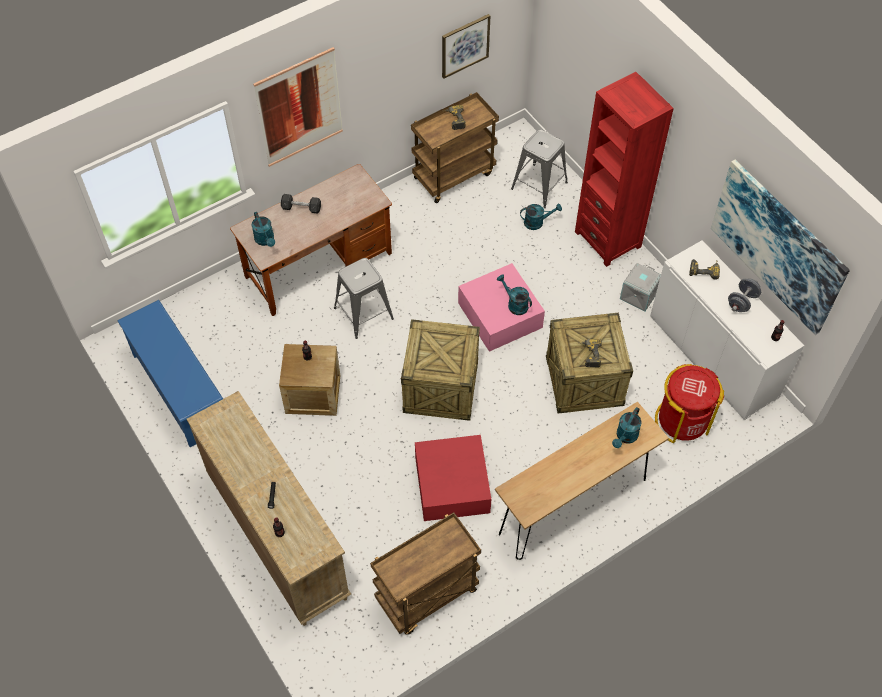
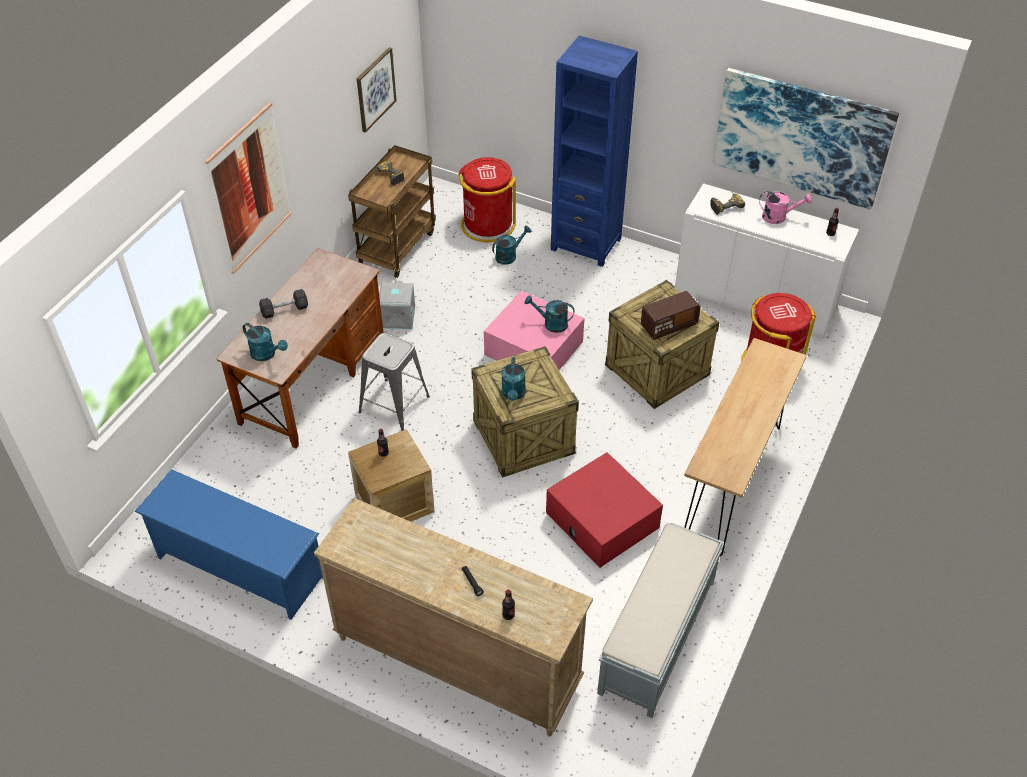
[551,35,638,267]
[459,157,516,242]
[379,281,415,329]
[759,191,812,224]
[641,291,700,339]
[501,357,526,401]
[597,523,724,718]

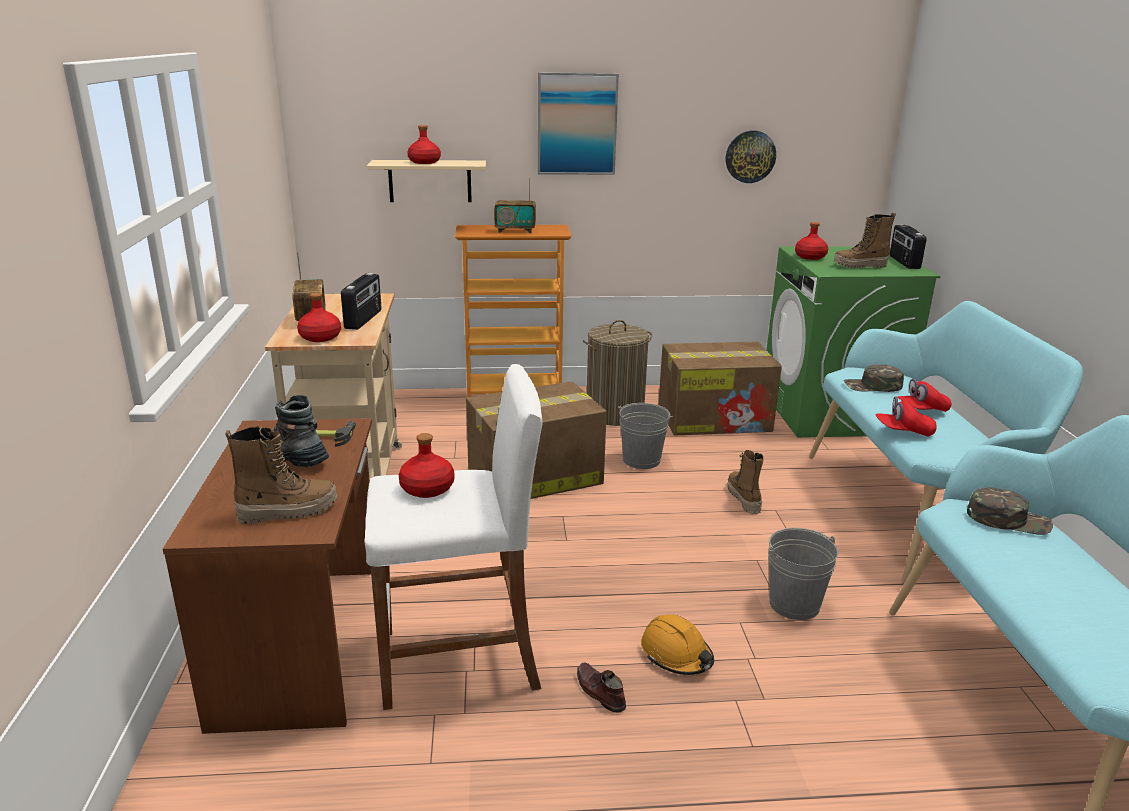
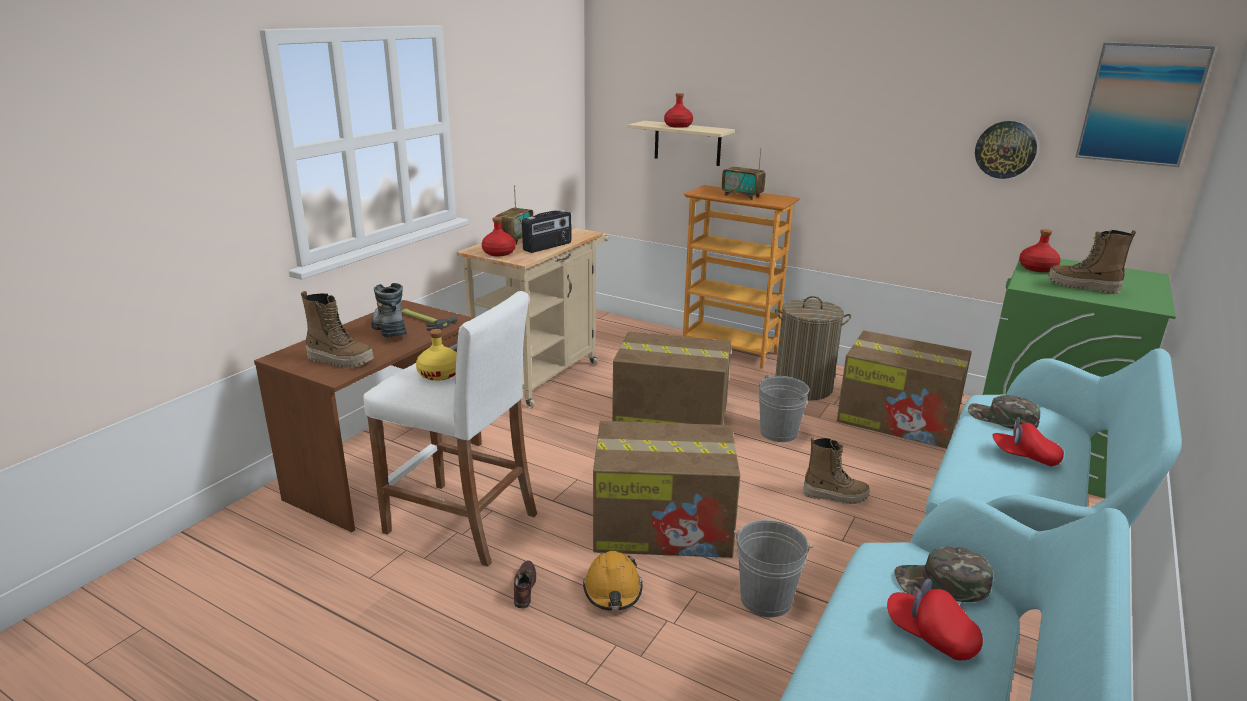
[1075,42,1216,167]
[890,224,927,269] (first image)
[887,579,983,661]
[416,329,457,381]
[803,437,870,504]
[894,546,993,602]
[593,421,740,558]

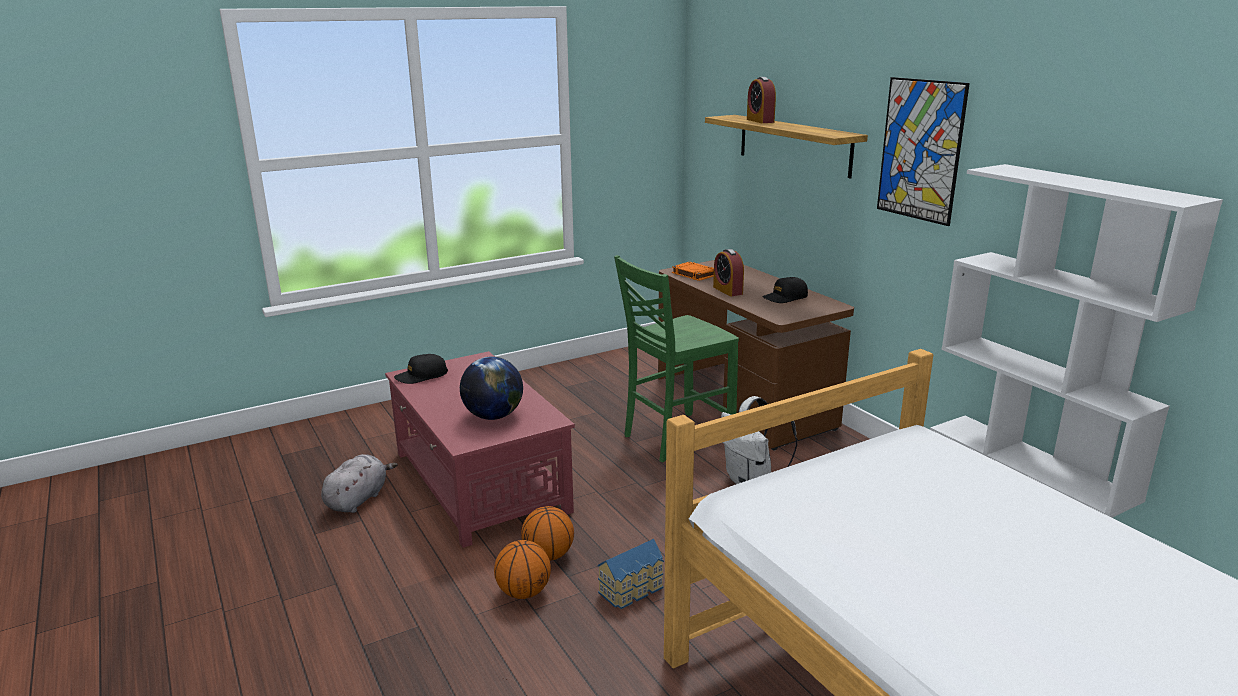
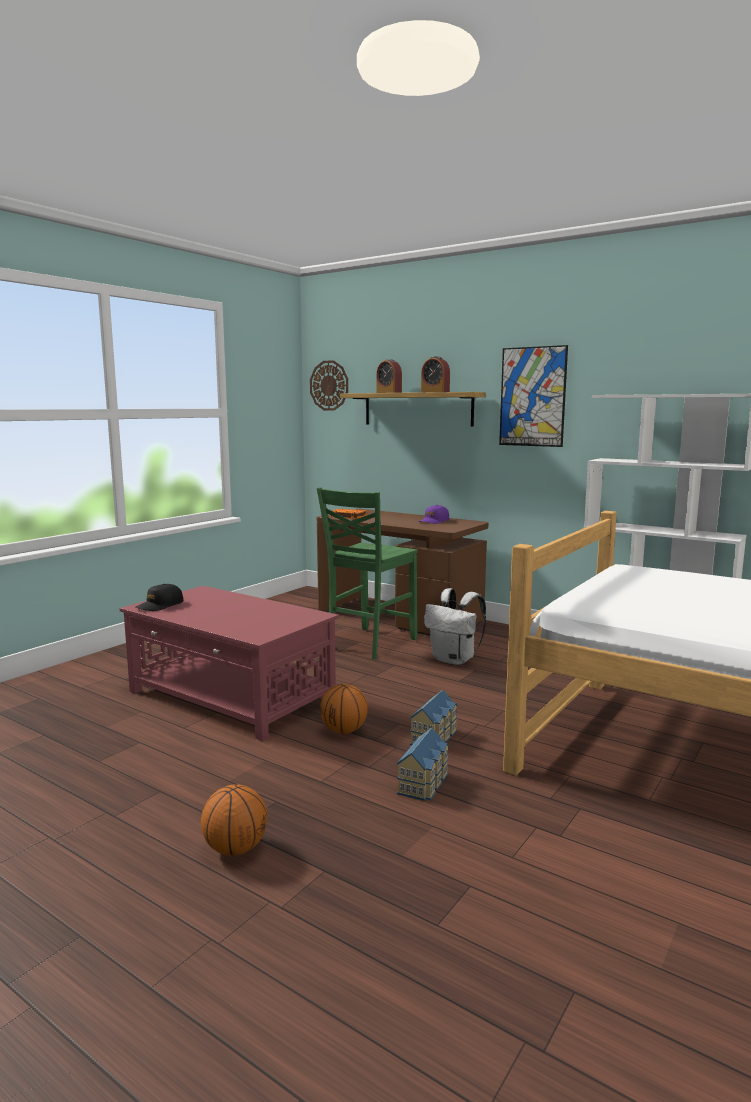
[421,356,450,392]
[419,505,449,524]
[460,357,523,420] (first image)
[321,454,398,513] (first image)
[201,784,267,856]
[310,360,348,411]
[397,728,449,801]

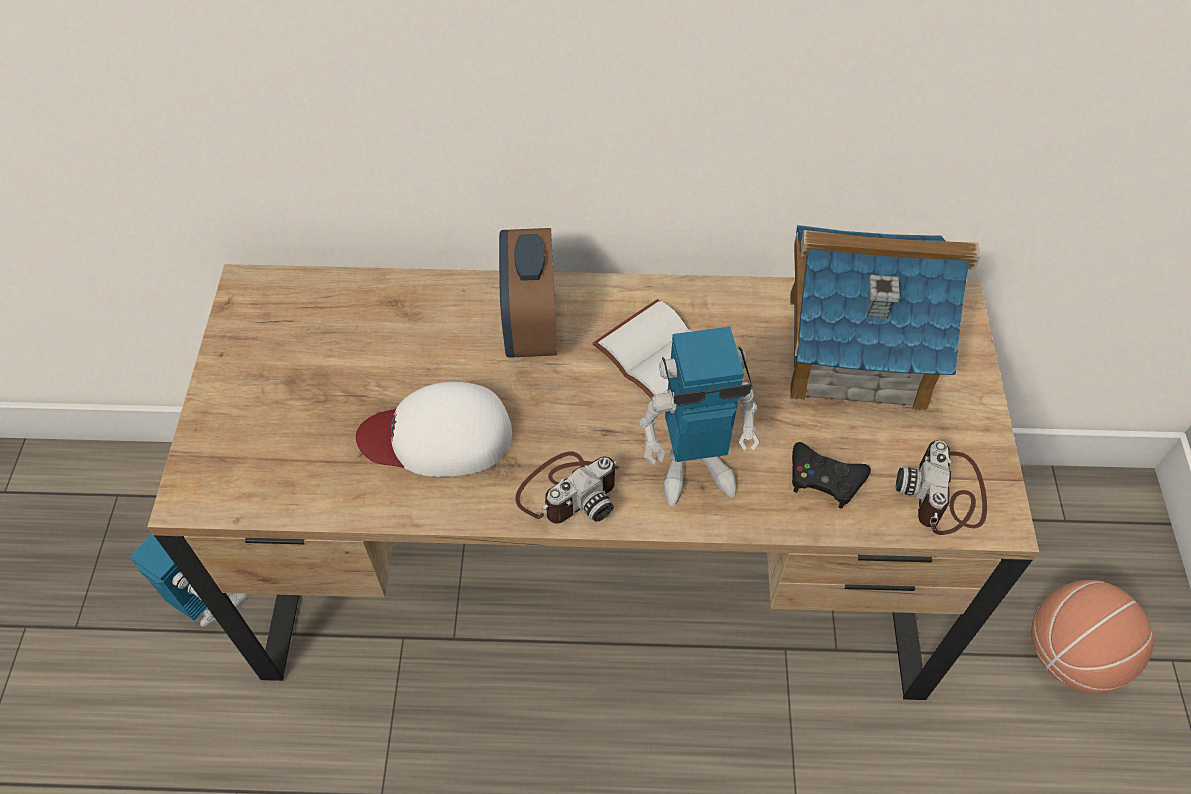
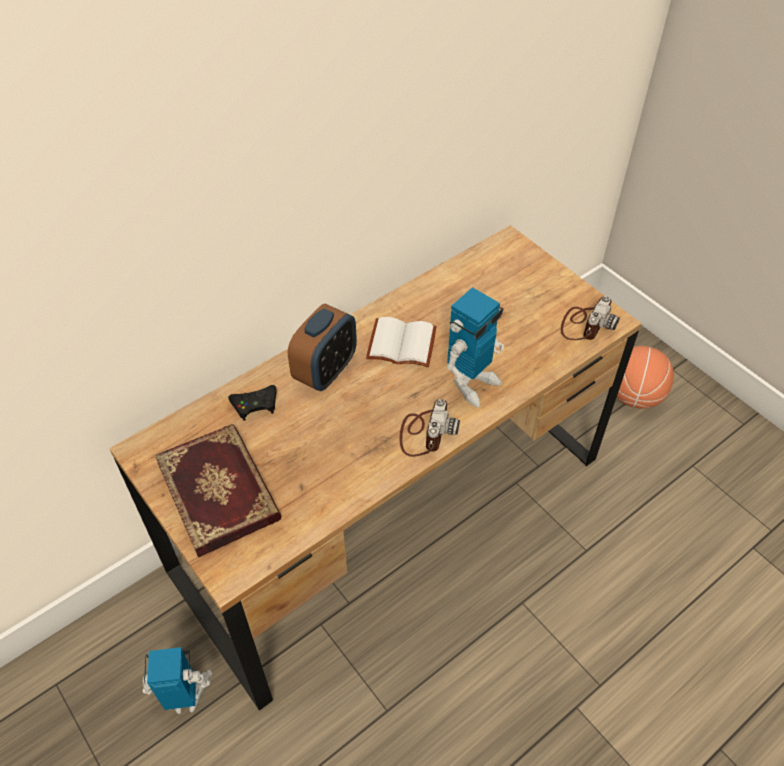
[790,225,980,411] (first image)
[288,304,357,391]
[356,382,512,477] (first image)
[561,296,620,340]
[228,385,277,421]
[155,424,282,558]

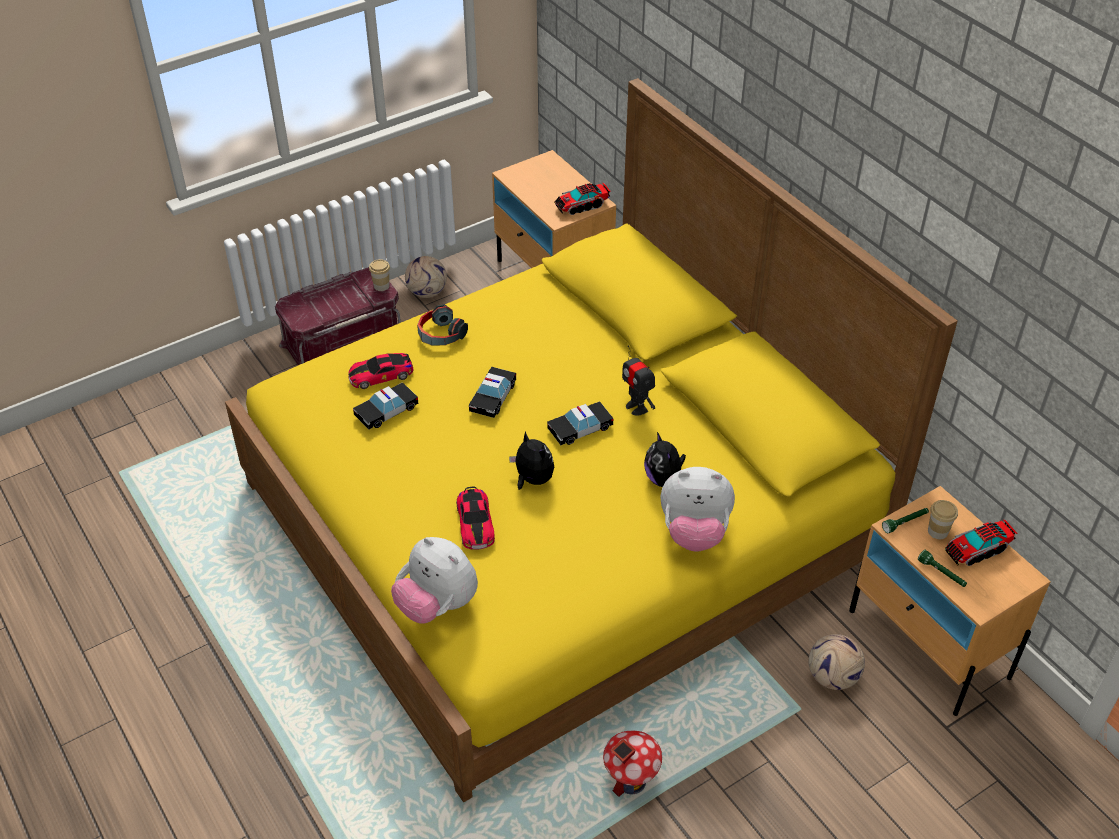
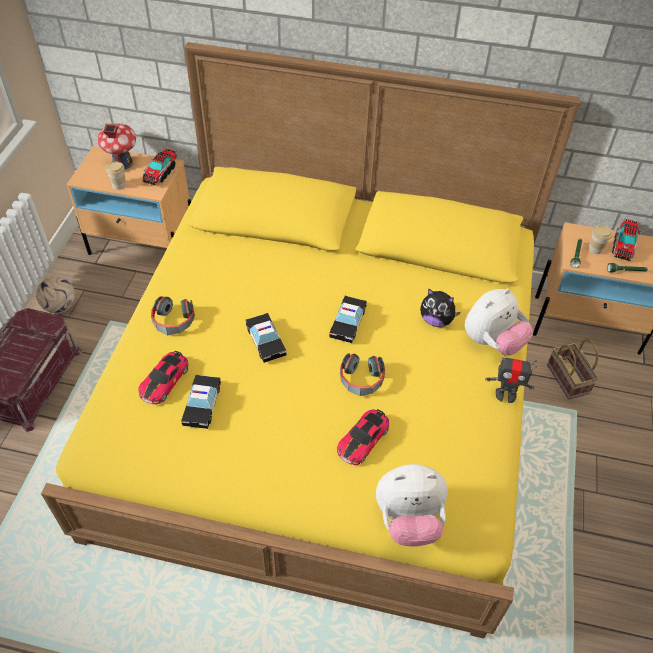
[106,162,126,190]
[485,353,537,403]
[340,354,385,396]
[337,409,389,465]
[547,339,599,399]
[97,123,136,170]

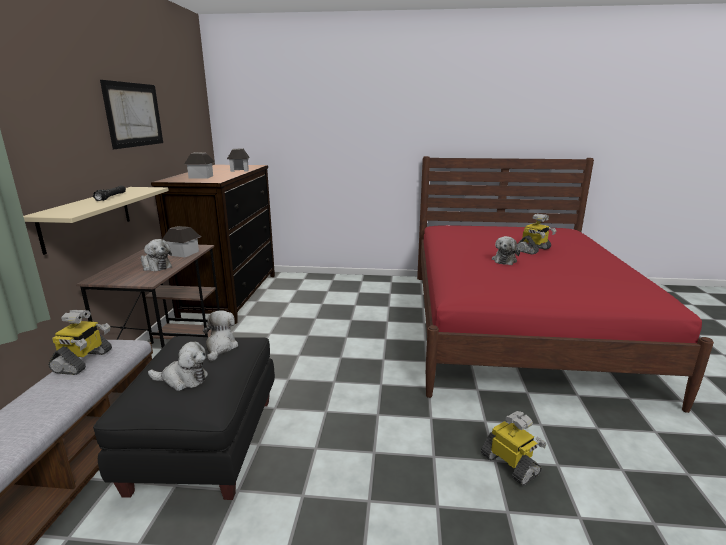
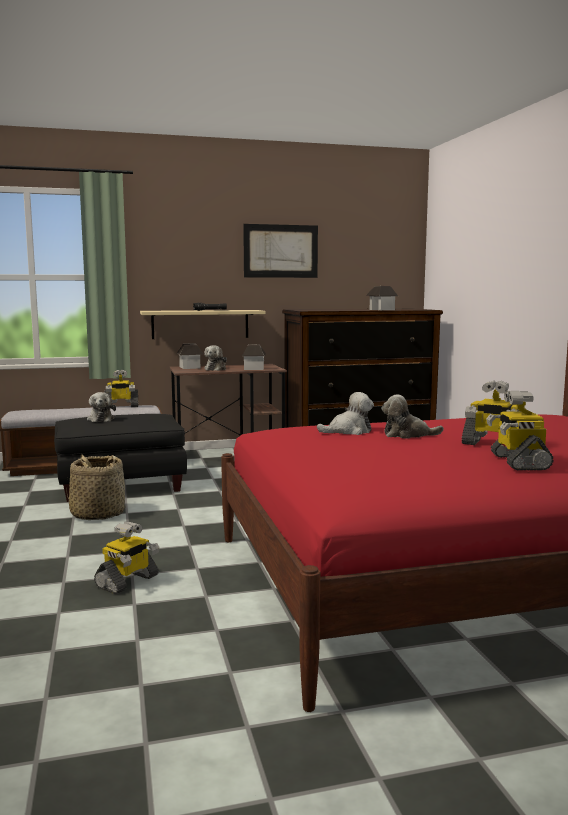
[177,343,204,369]
[317,392,374,435]
[486,391,553,470]
[66,454,126,520]

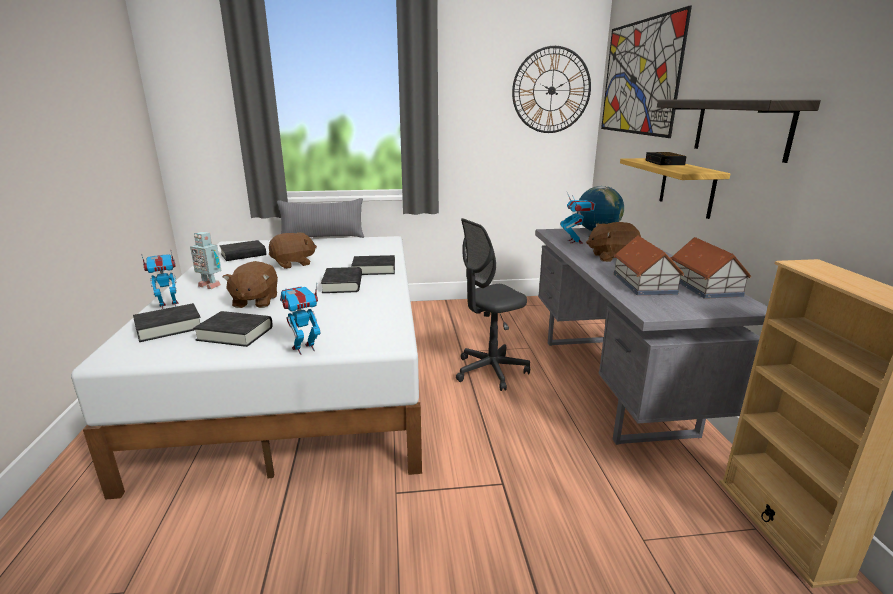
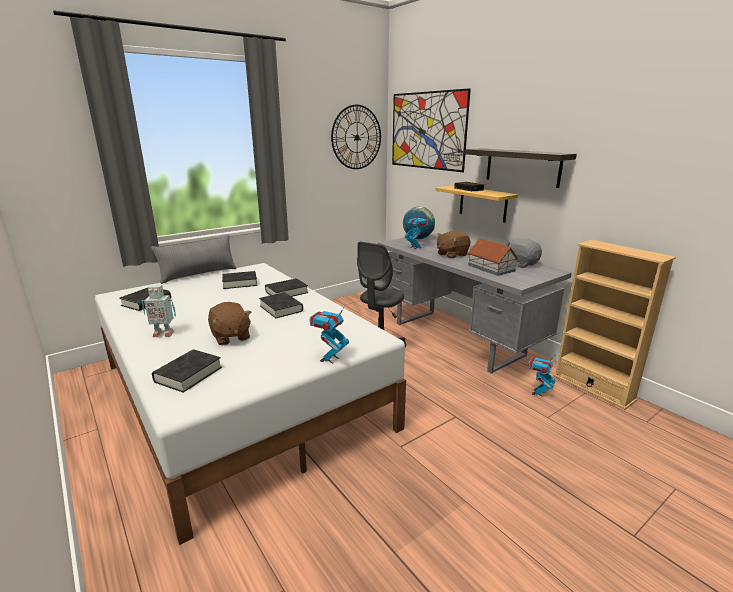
[269,233,317,269] (first image)
[506,238,542,268]
[528,357,555,397]
[222,271,257,289]

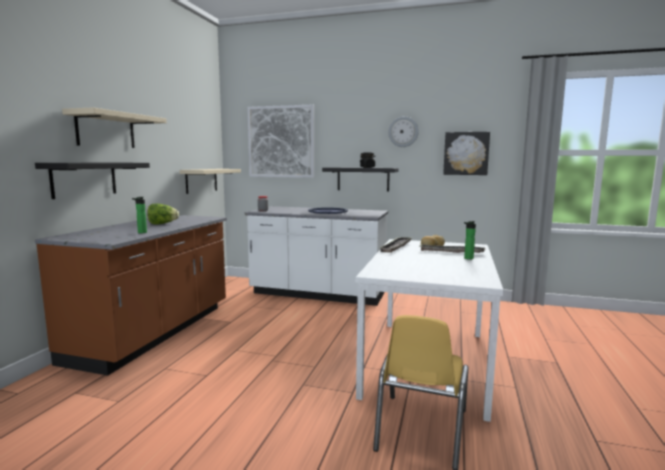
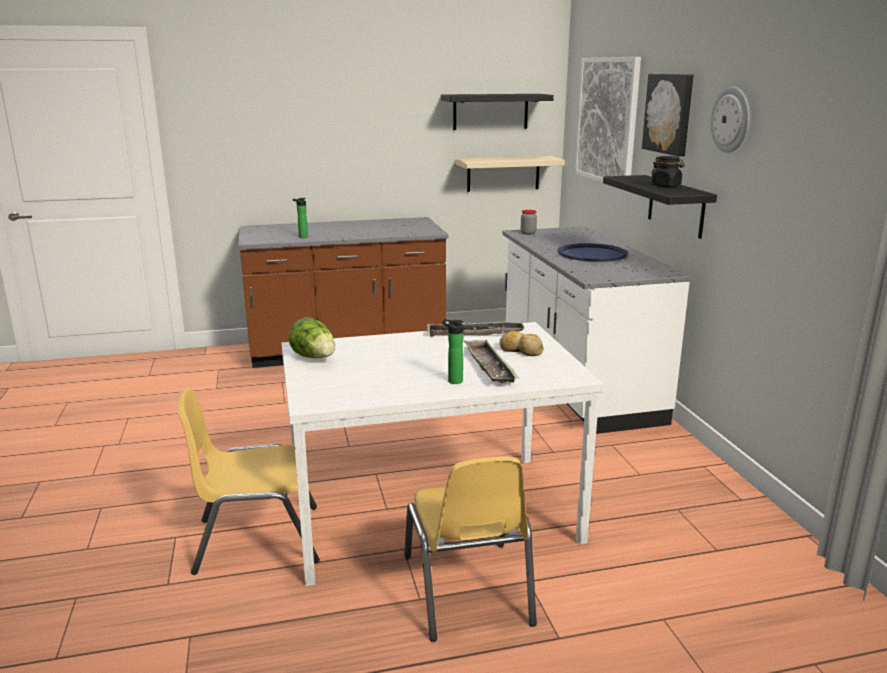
[62,107,167,148] (first image)
[642,74,694,156]
[441,94,554,130]
[288,317,335,358]
[404,456,537,642]

